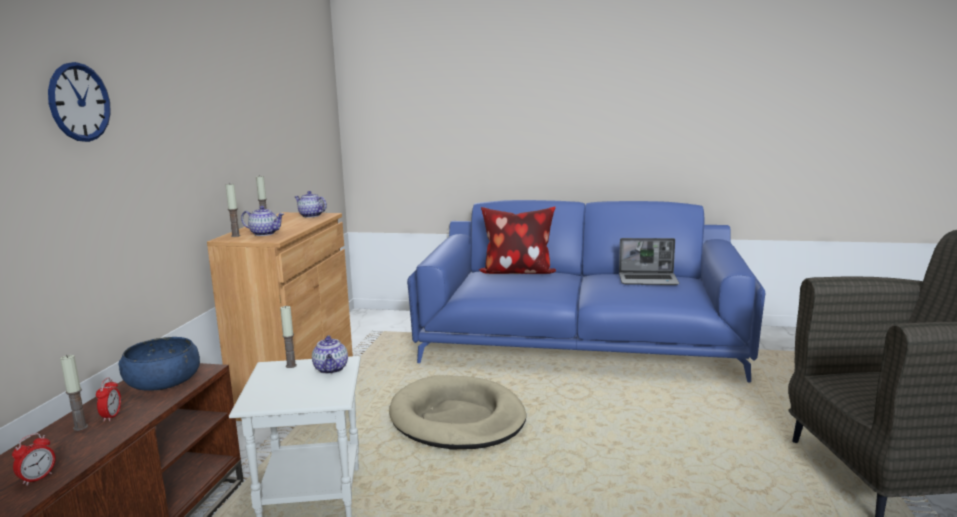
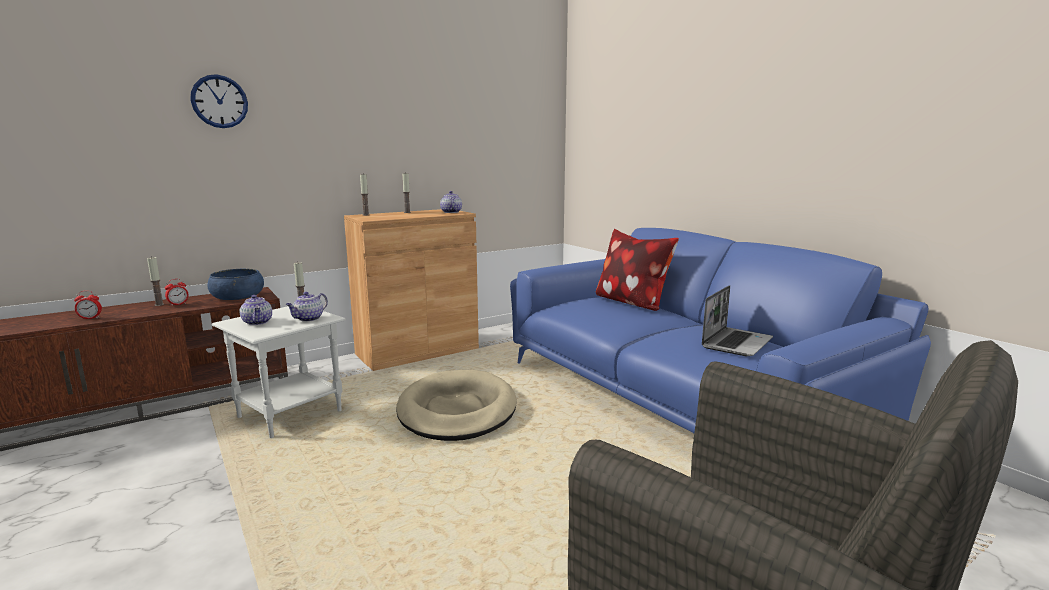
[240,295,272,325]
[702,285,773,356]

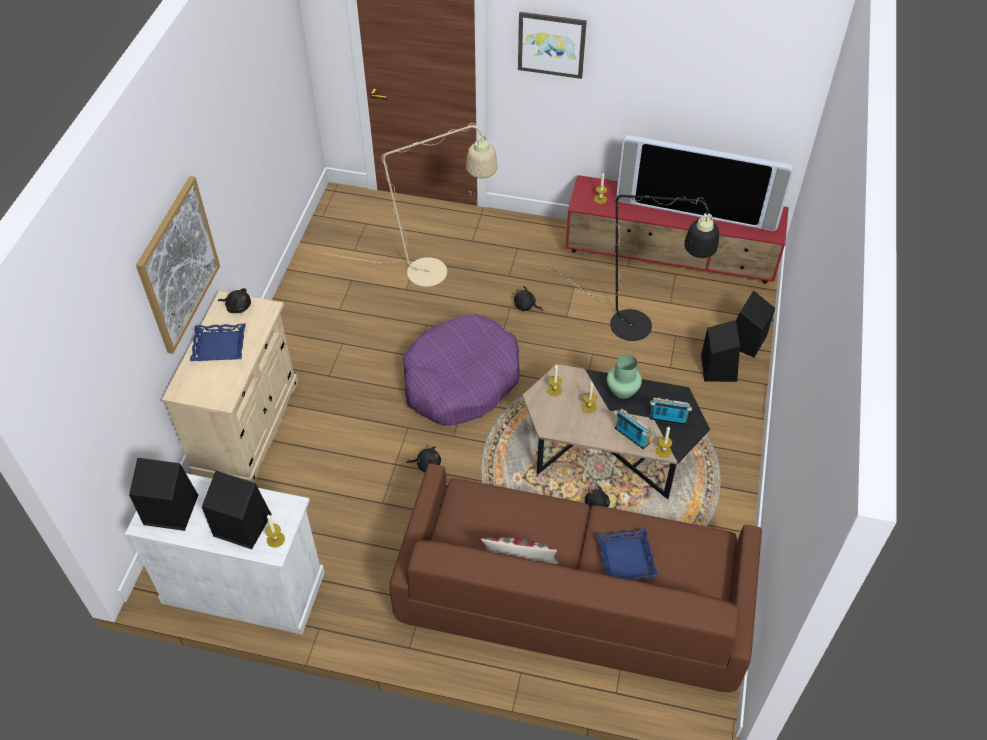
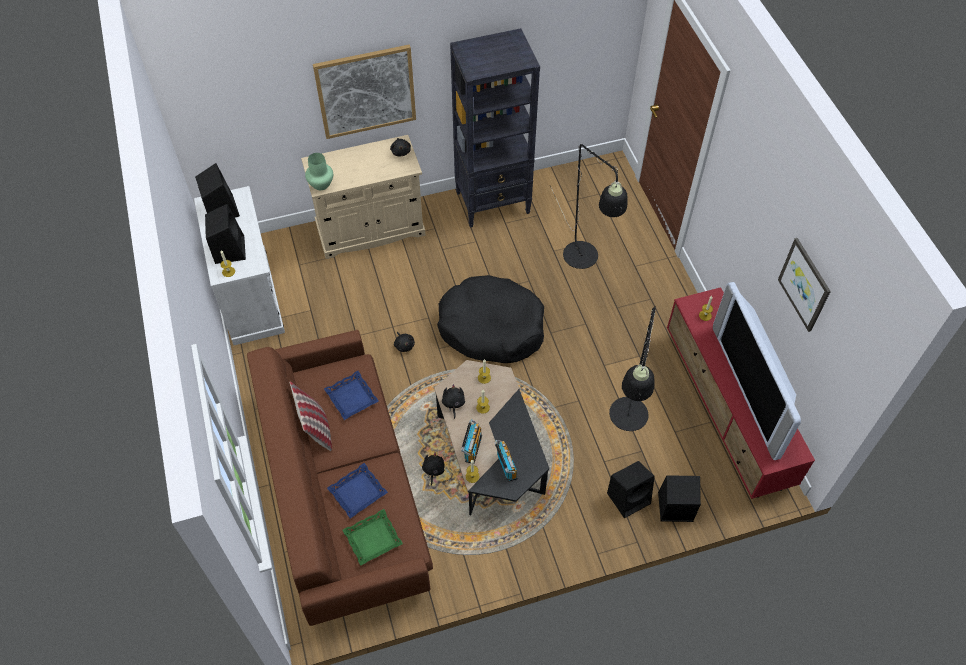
[778,238,831,332]
[550,144,628,269]
[442,384,465,419]
[437,275,544,363]
[324,371,379,420]
[305,153,333,190]
[450,28,540,227]
[342,509,403,566]

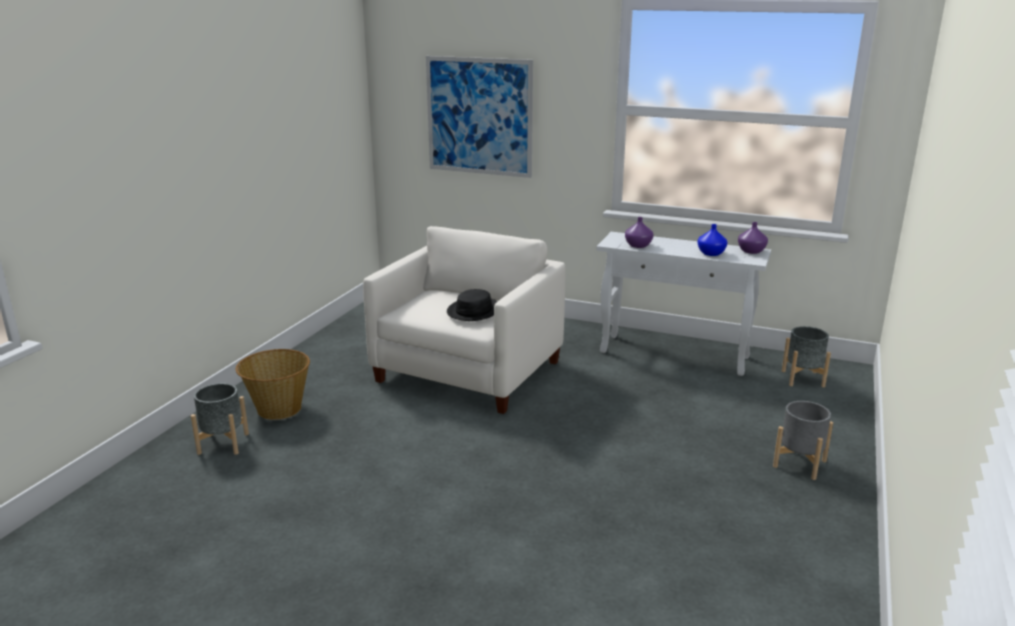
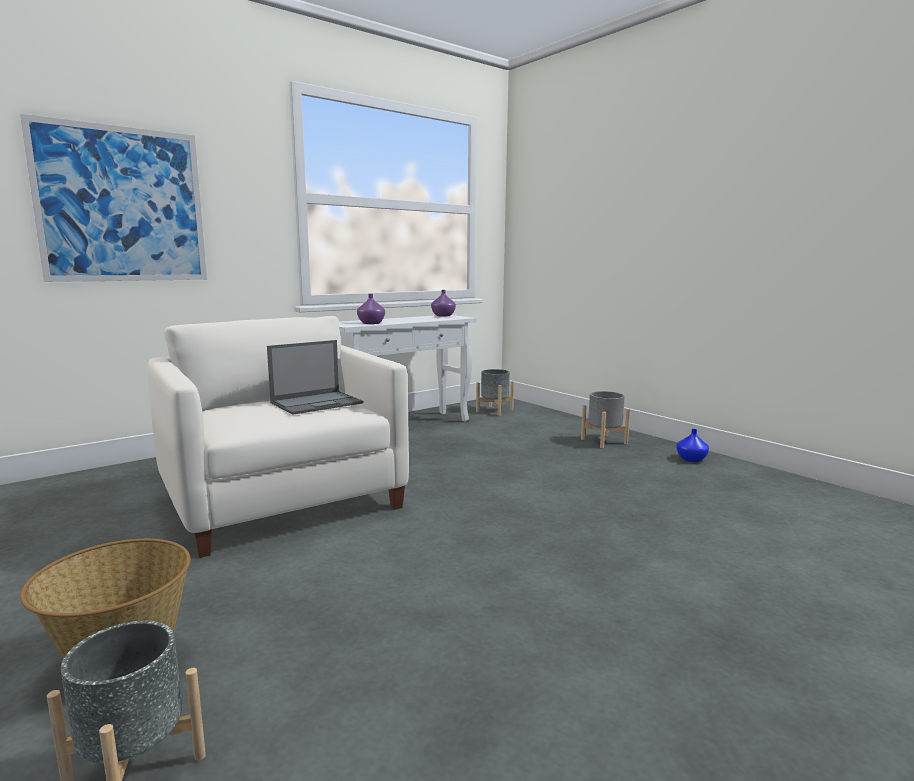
[676,429,709,462]
[267,340,363,415]

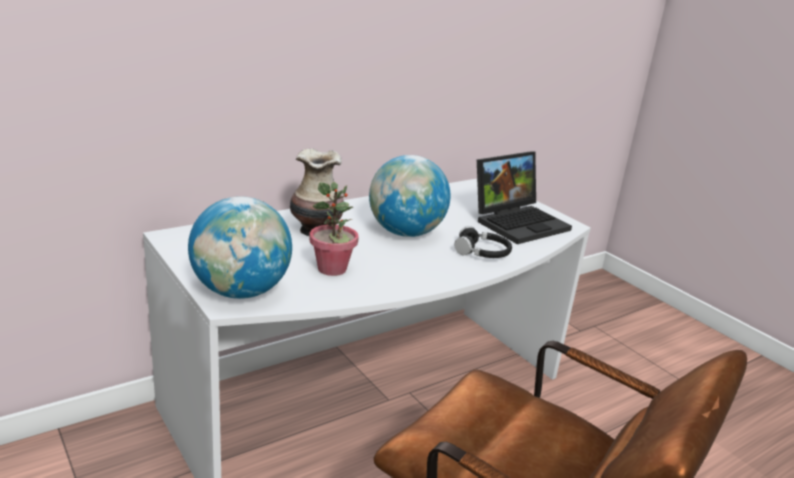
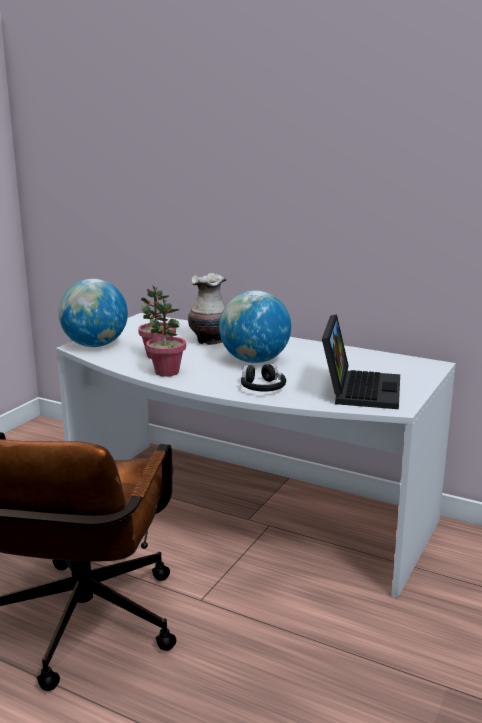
[322,314,400,409]
[146,298,186,377]

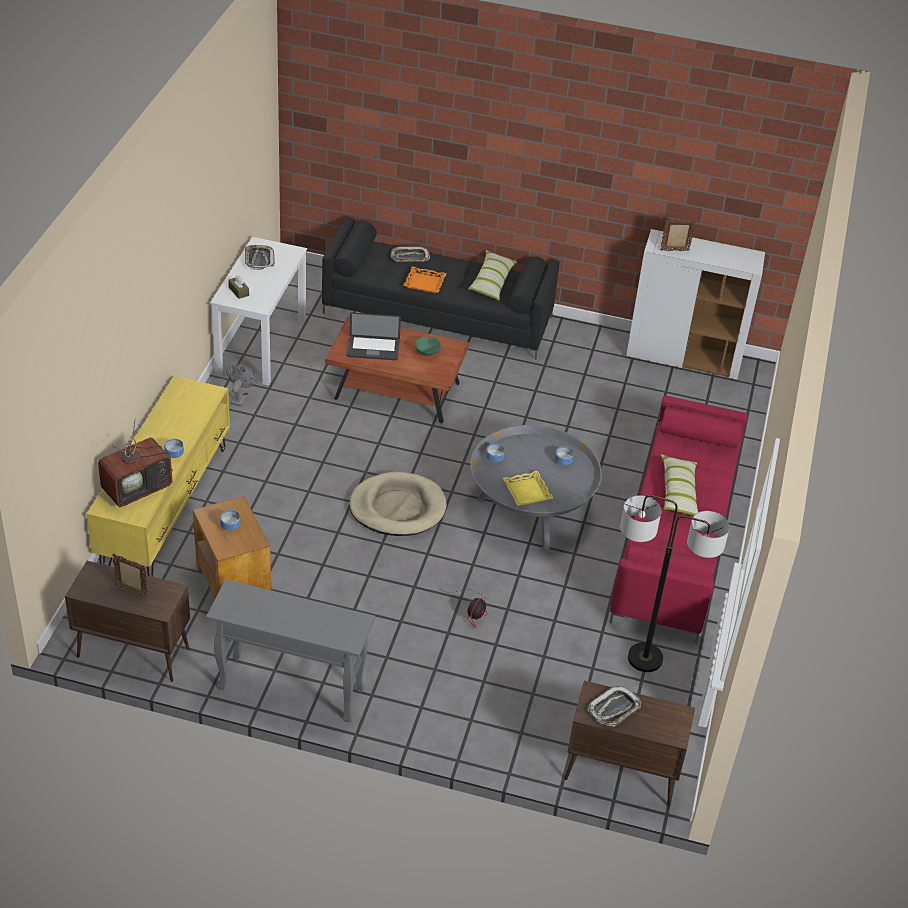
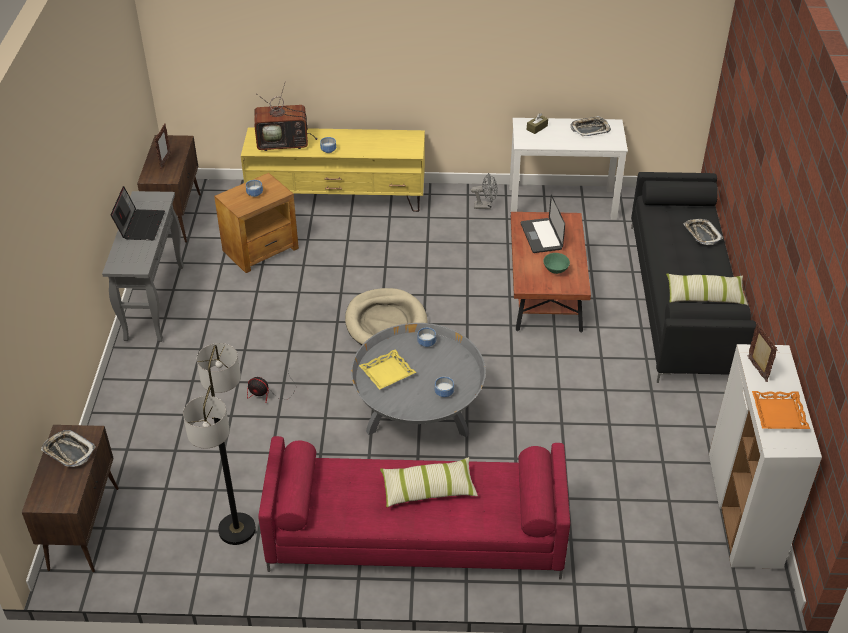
[752,391,810,429]
[254,81,318,151]
[111,186,165,240]

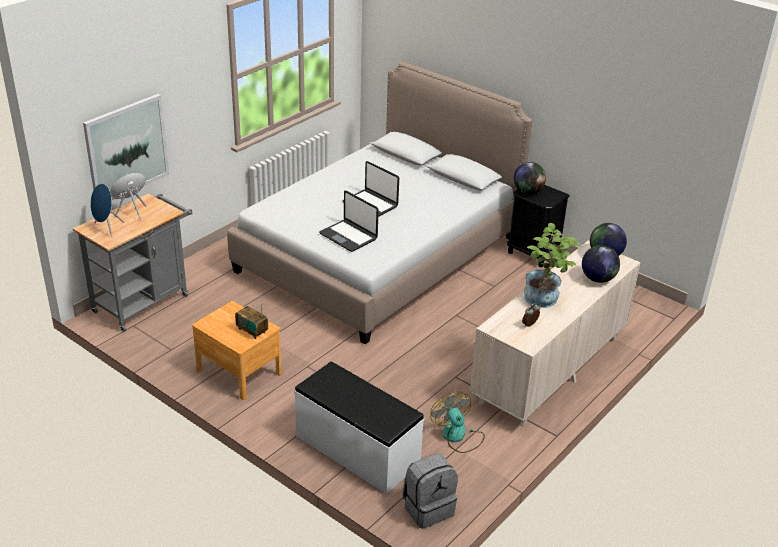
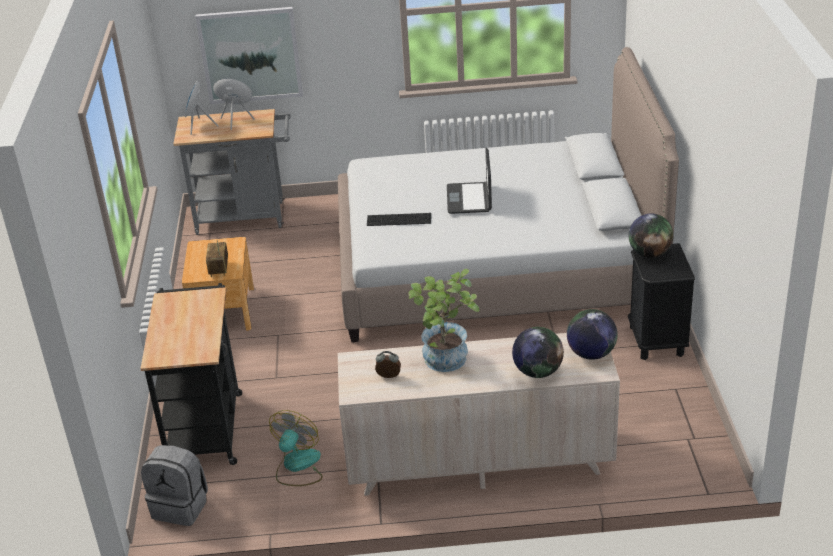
[367,213,431,226]
[140,283,242,465]

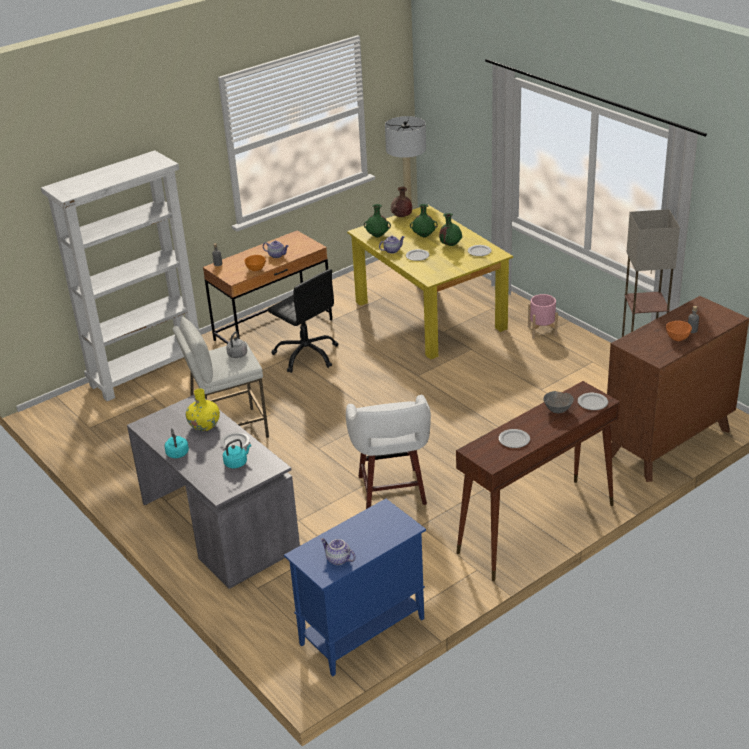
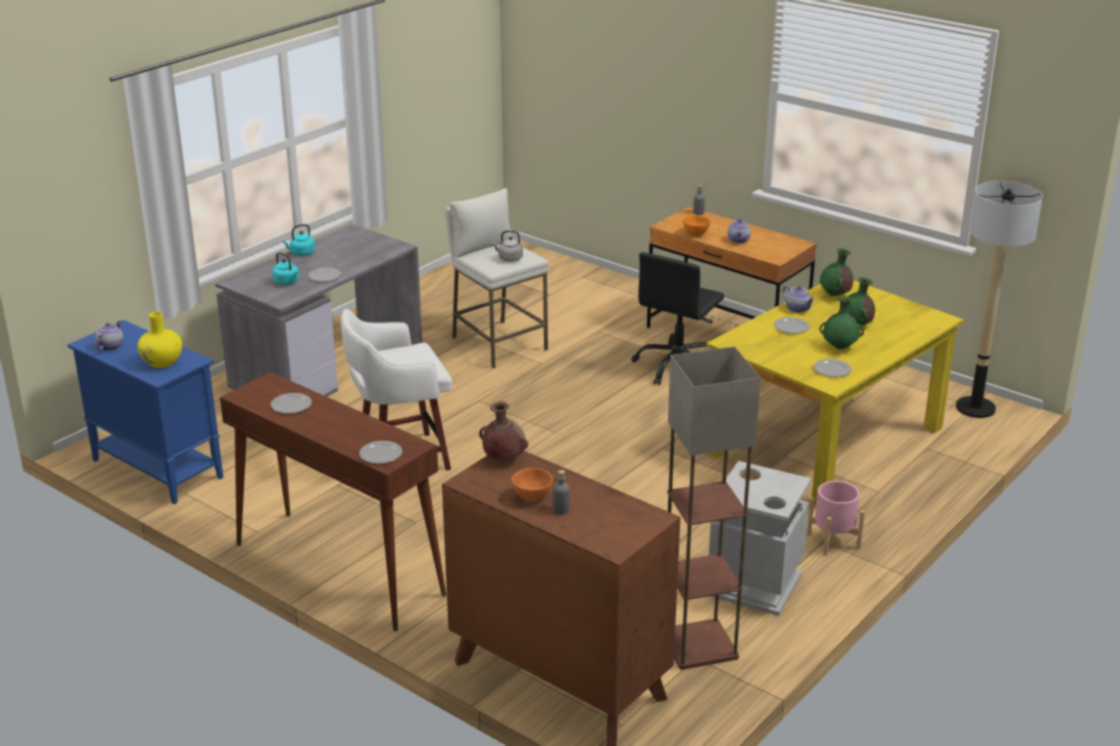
[41,150,199,401] (first image)
[479,401,529,461]
[138,312,182,368]
[543,391,574,413] (first image)
[709,461,811,616]

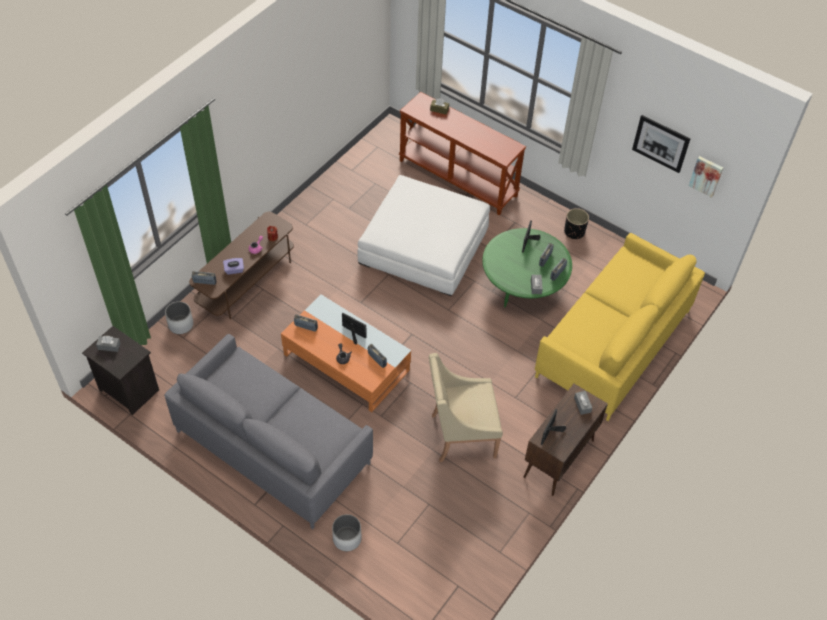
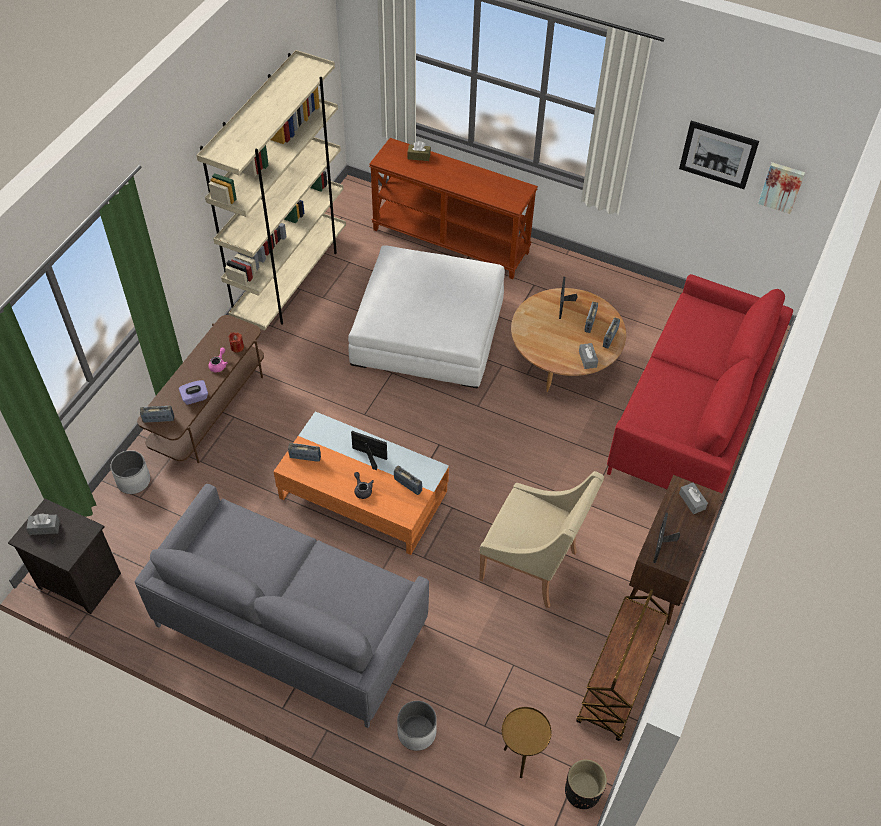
[565,759,607,809]
[511,288,626,392]
[607,274,793,493]
[479,471,604,608]
[196,50,346,331]
[576,589,669,741]
[502,707,552,778]

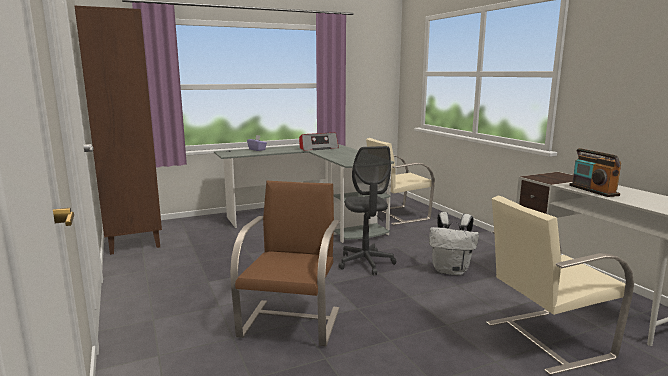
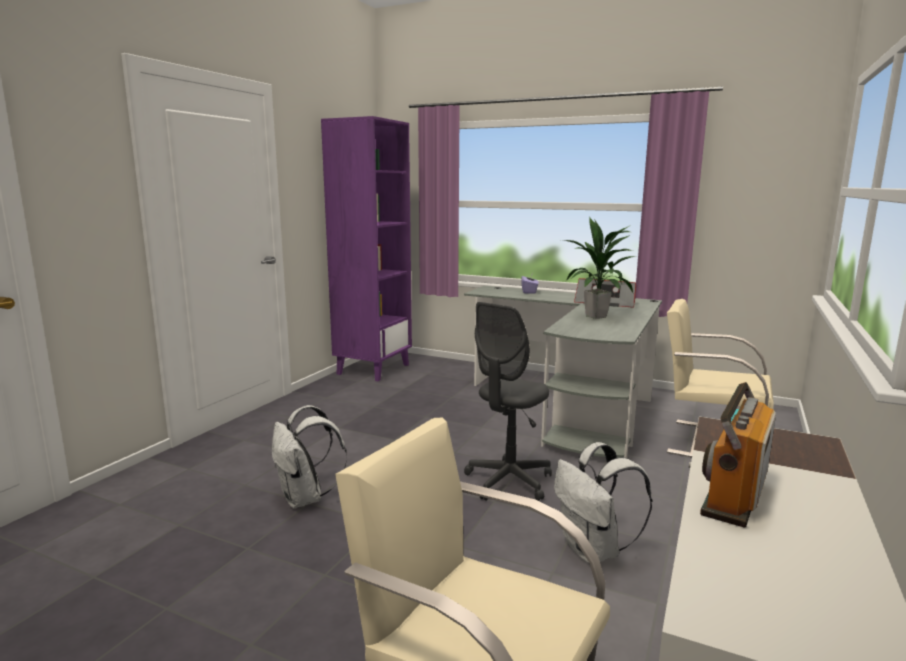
[321,116,412,381]
[272,405,347,508]
[563,217,635,319]

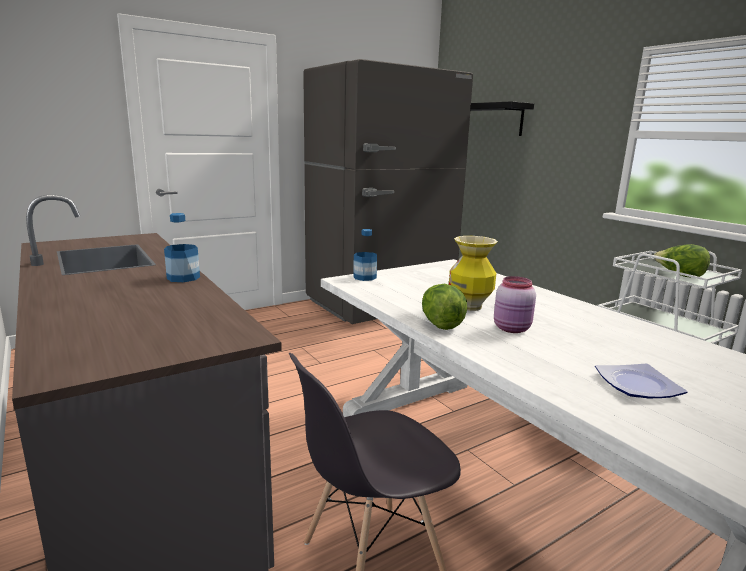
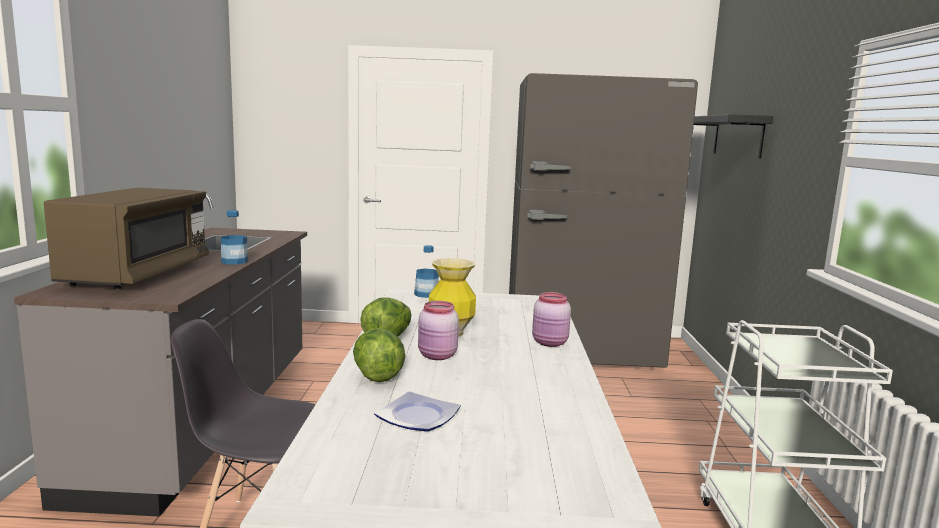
[353,328,405,382]
[44,188,209,289]
[532,292,571,347]

